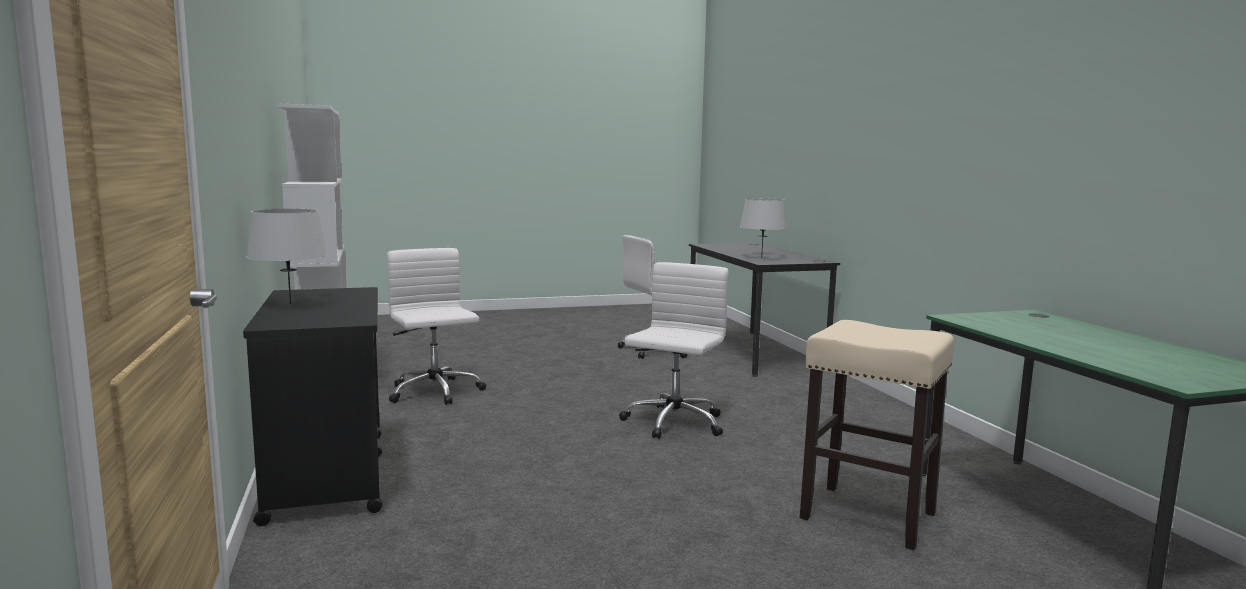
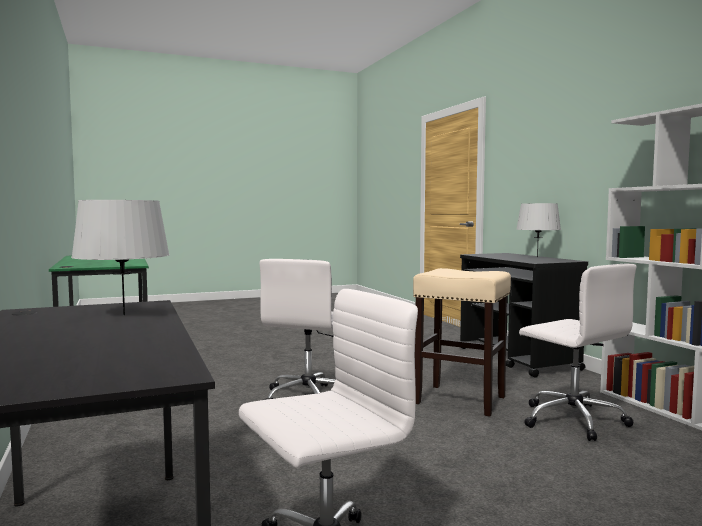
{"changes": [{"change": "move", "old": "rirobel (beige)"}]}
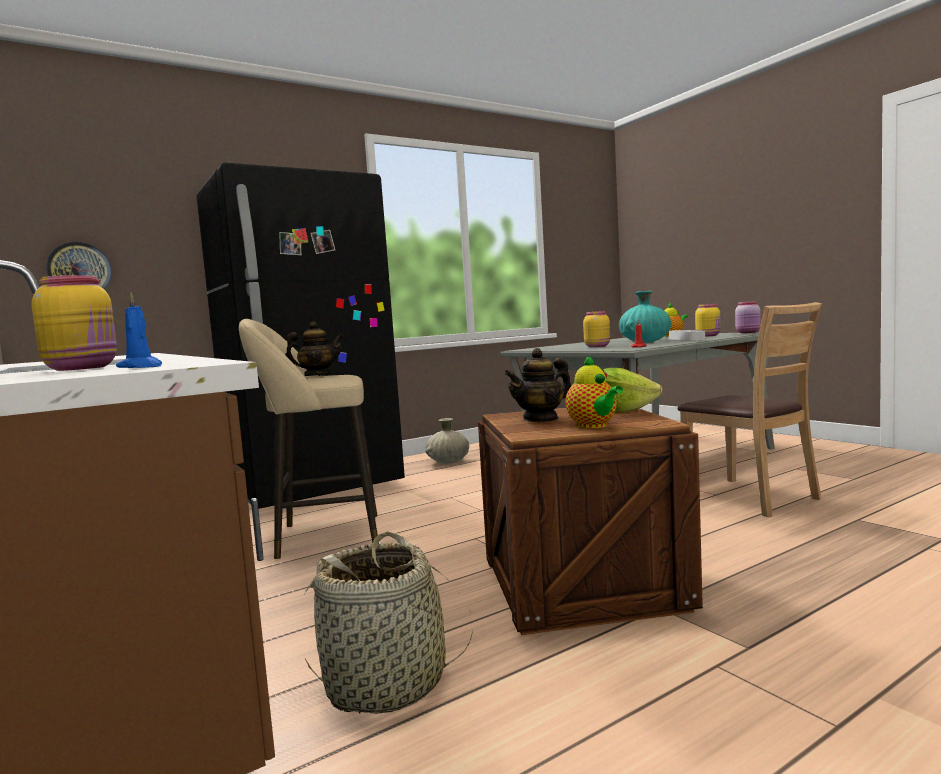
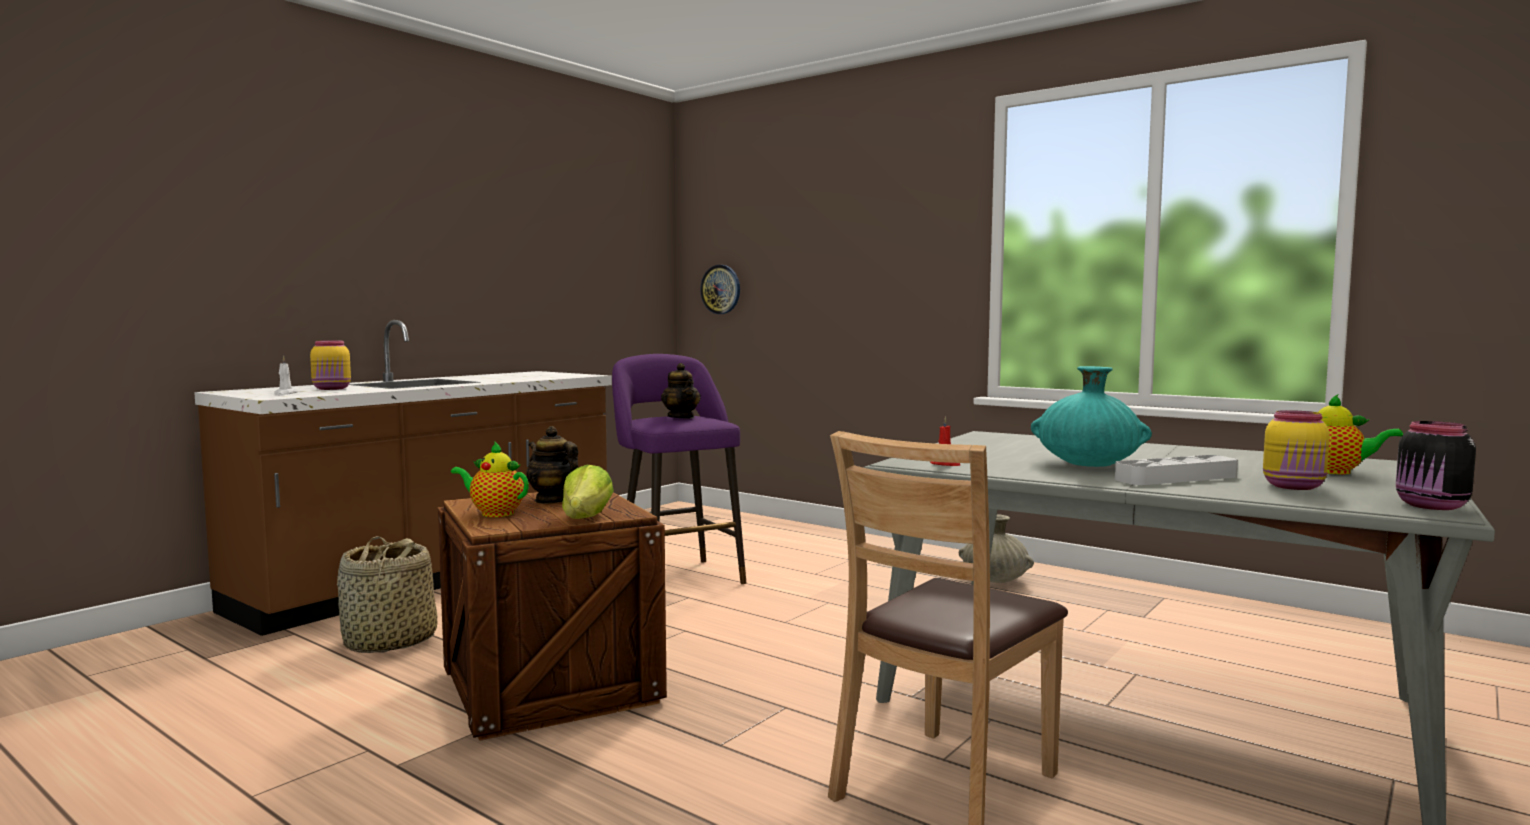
{"changes": [{"change": "recolor", "old": "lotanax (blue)", "new": "lotanax (white)"}, {"change": "rotate", "old": "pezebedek (3rd from left in the first image)", "degrees": 60}, {"change": "recolor", "old": "rirobel (beige)", "new": "rirobel (purple)"}, {"change": "recolor", "old": "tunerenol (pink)", "new": "tunerenol (black)"}, {"change": "delete", "old": "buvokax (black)"}, {"change": "delete", "old": "tunerenol (yellow) (2nd from left)"}]}
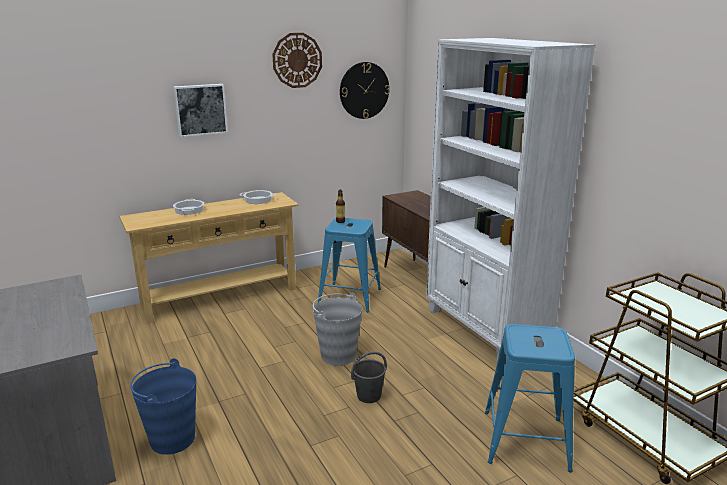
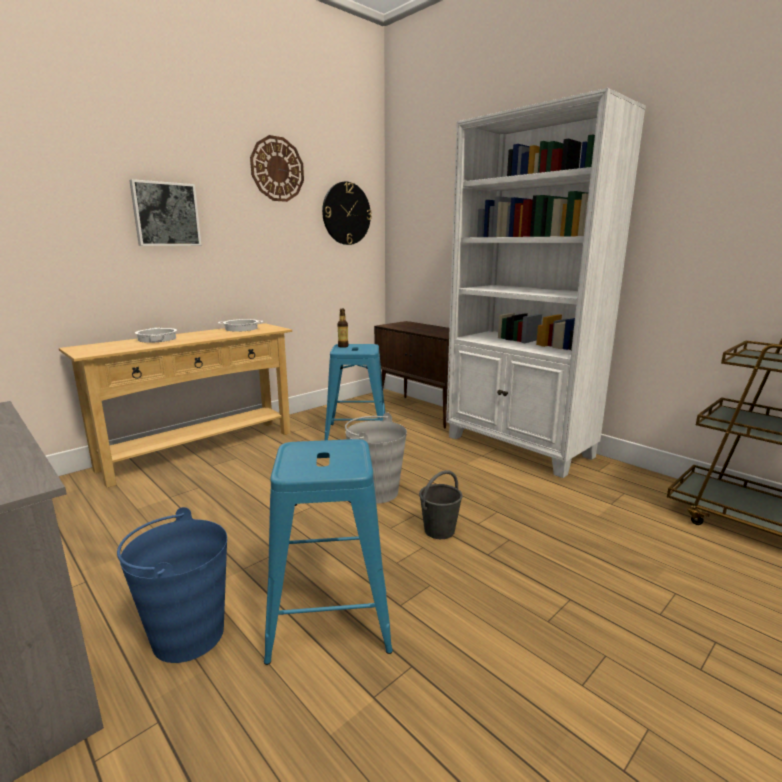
{"changes": [{"change": "move", "old": "rirobel (blue) (2nd from left in the first image)", "new": "rirobel (blue) (1st from left)"}]}
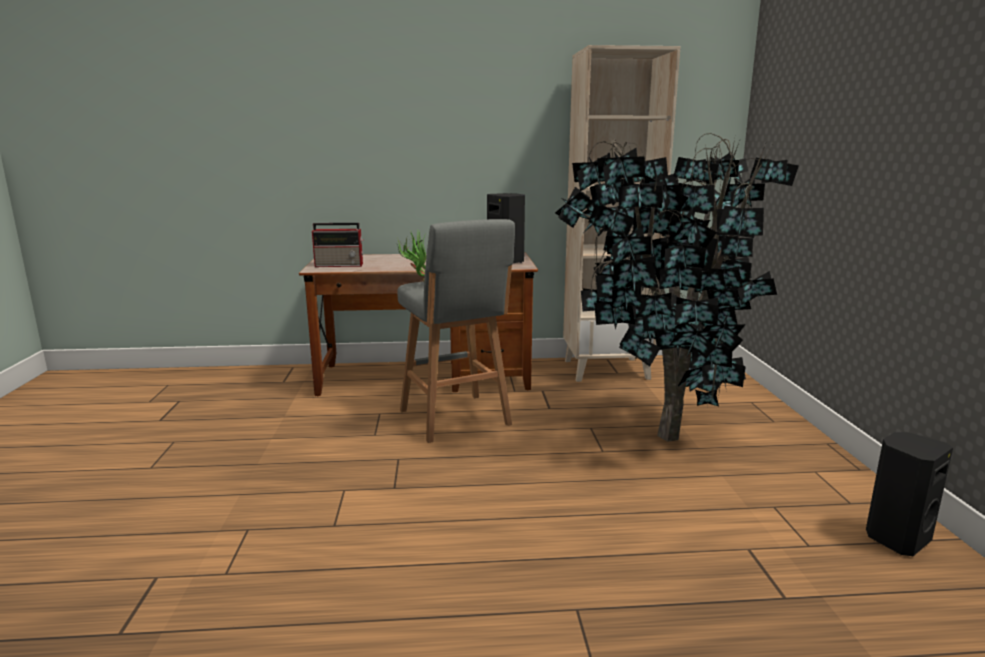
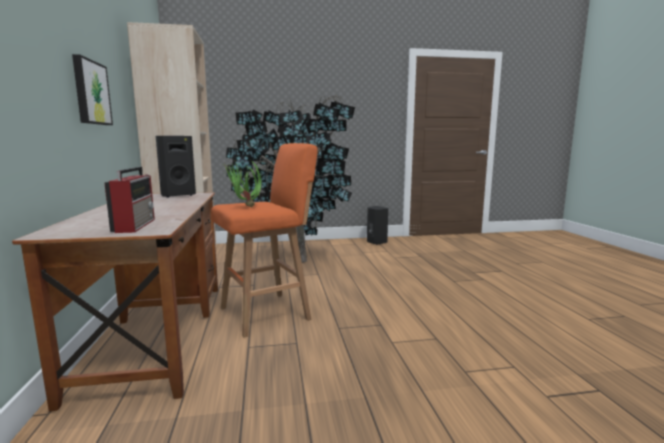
{"changes": [{"change": "insert", "new": "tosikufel"}, {"change": "recolor", "old": "rirobel (grey)", "new": "rirobel (orange)"}]}
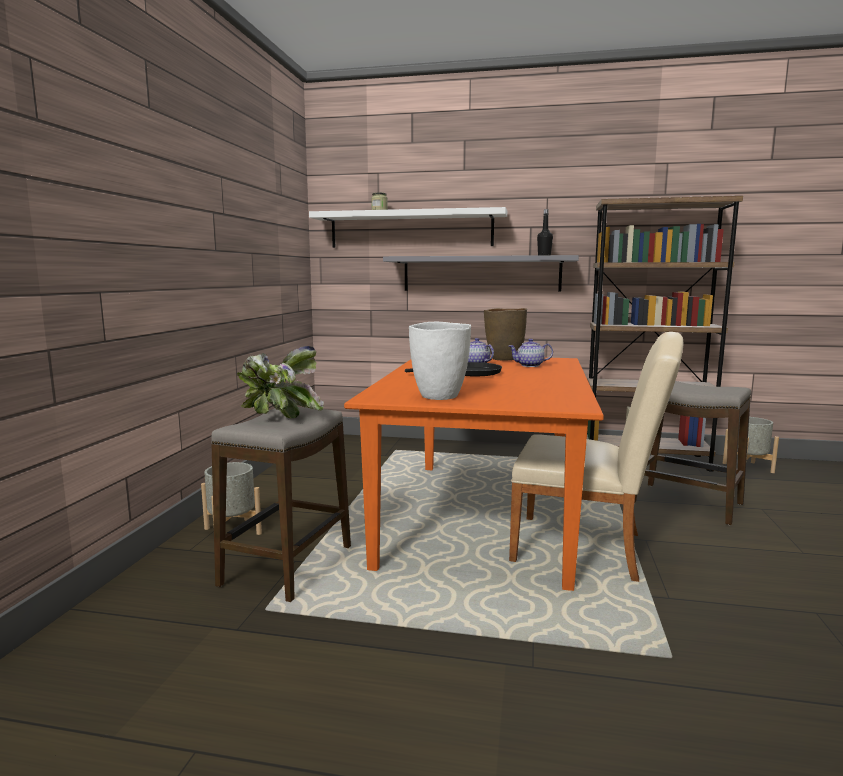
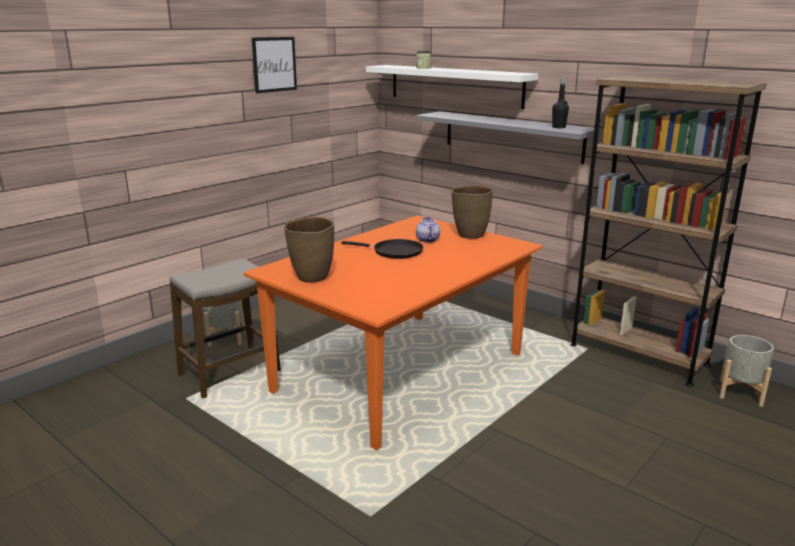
{"changes": [{"change": "insert", "new": "tosikufel"}, {"change": "recolor", "old": "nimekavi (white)", "new": "nimekavi (brown) (1st from left)"}, {"change": "delete", "old": "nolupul"}, {"change": "delete", "old": "pezebedek (2nd from left)"}, {"change": "delete", "old": "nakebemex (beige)"}, {"change": "delete", "old": "rirobel (2nd from left)"}]}
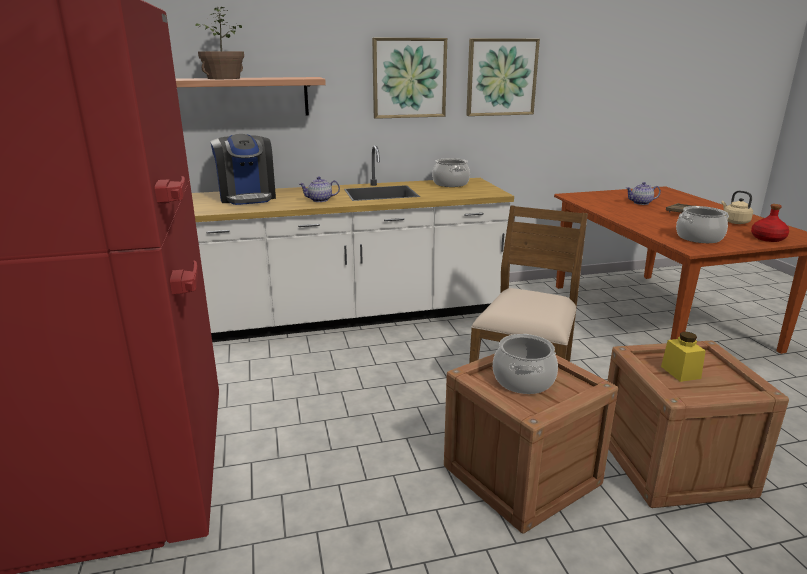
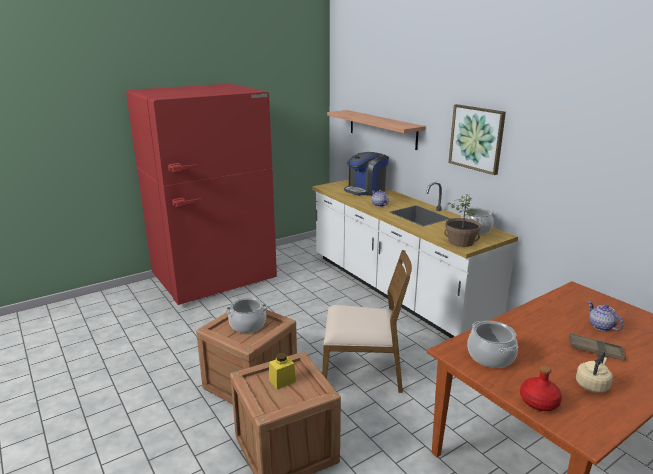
{"changes": [{"change": "move", "old": "nolupul"}, {"change": "delete", "old": "tosikufel (2nd from left)"}]}
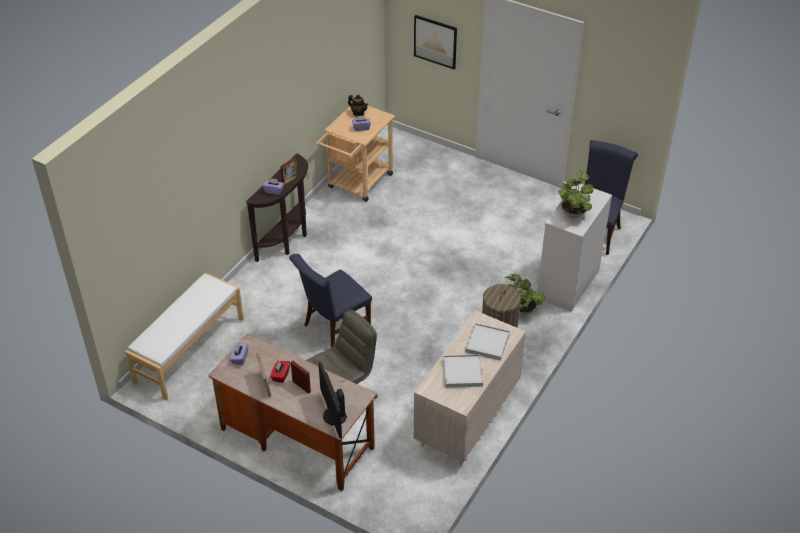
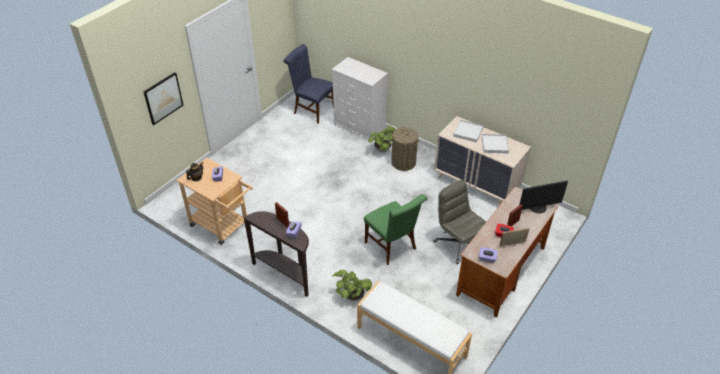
{"changes": [{"change": "move", "old": "nolupul (2nd from left in the first image)", "new": "nolupul (1st from left)"}, {"change": "recolor", "old": "nakebemex (blue) (1st from left)", "new": "nakebemex (green)"}]}
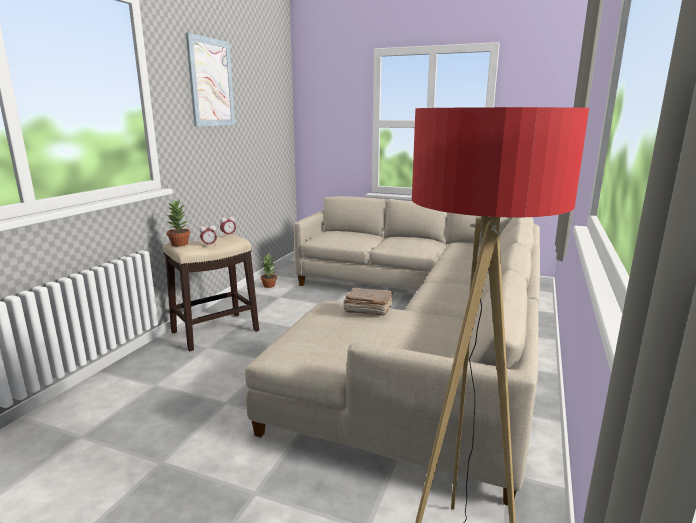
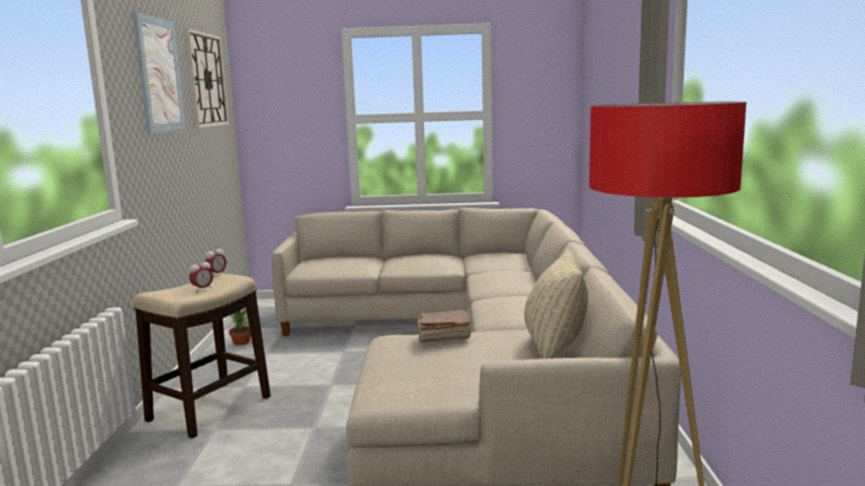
{"changes": [{"change": "insert", "new": "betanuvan"}, {"change": "insert", "new": "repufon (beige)"}, {"change": "delete", "old": "nolupul (1st from left)"}]}
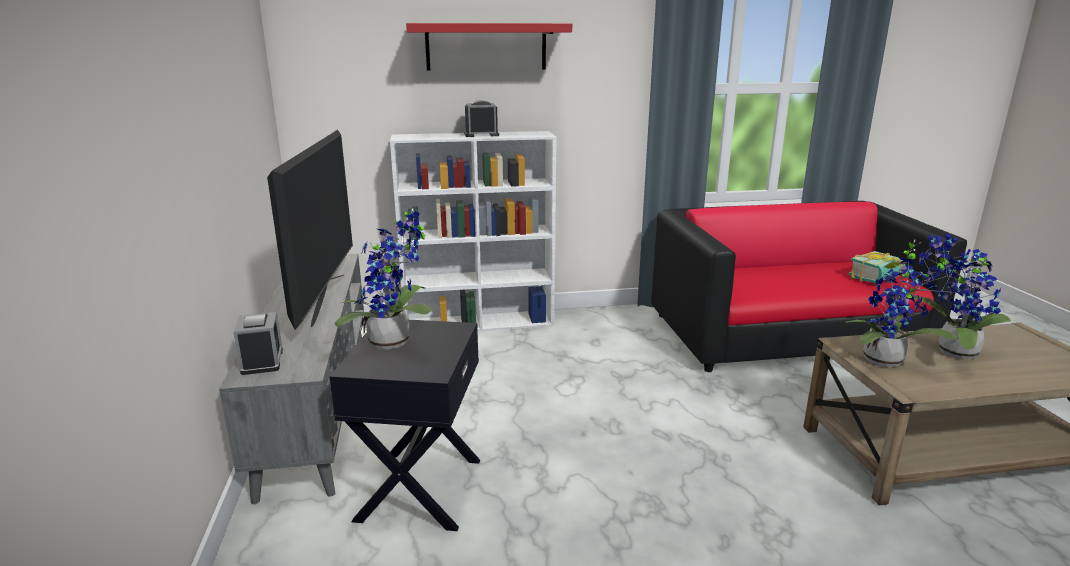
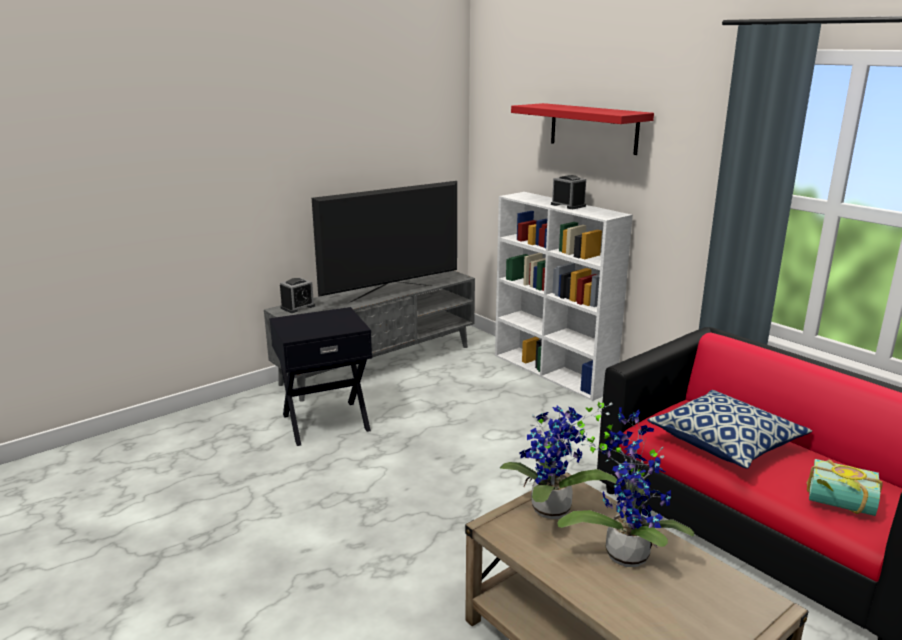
{"changes": [{"change": "insert", "new": "repufon"}, {"change": "delete", "old": "nolupul (1st from left)"}]}
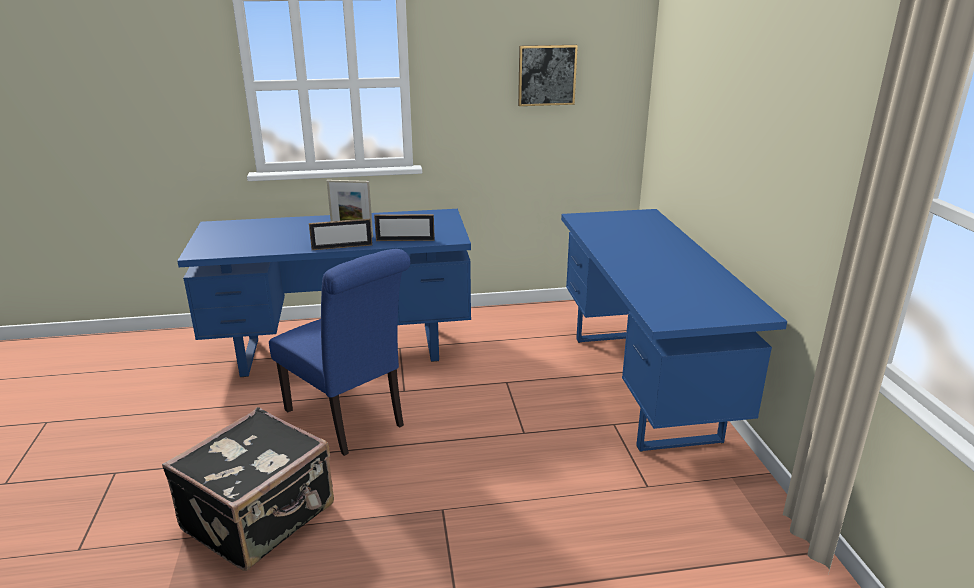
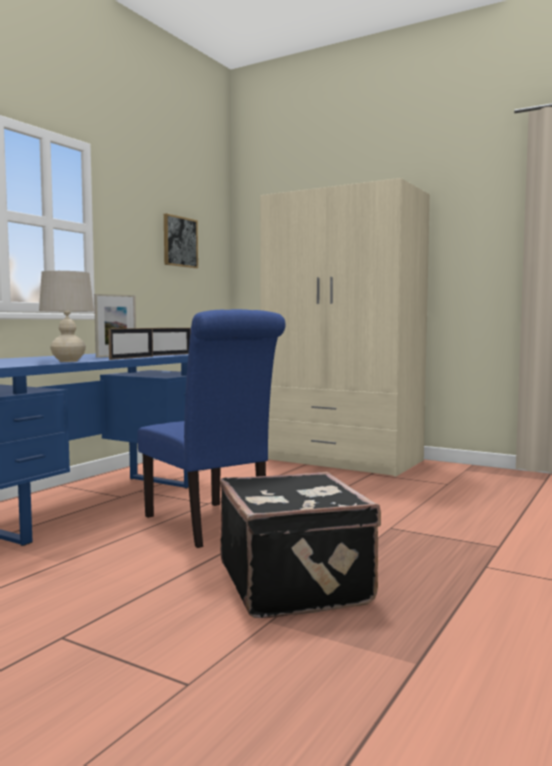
{"changes": [{"change": "insert", "new": "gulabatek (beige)"}, {"change": "rotate", "old": "nakebemex (blue)", "degrees": 60}, {"change": "replace", "old": "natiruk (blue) (2nd from left)", "new": "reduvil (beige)"}]}
